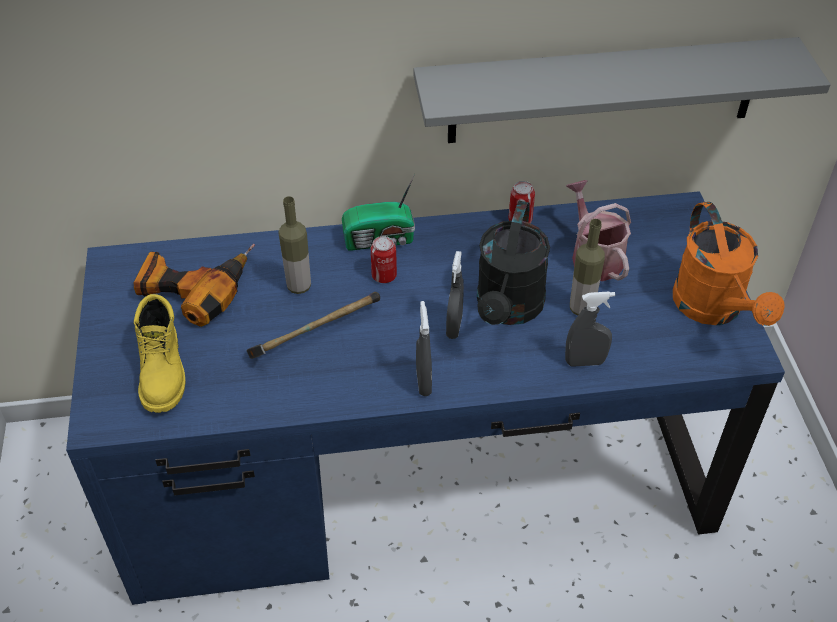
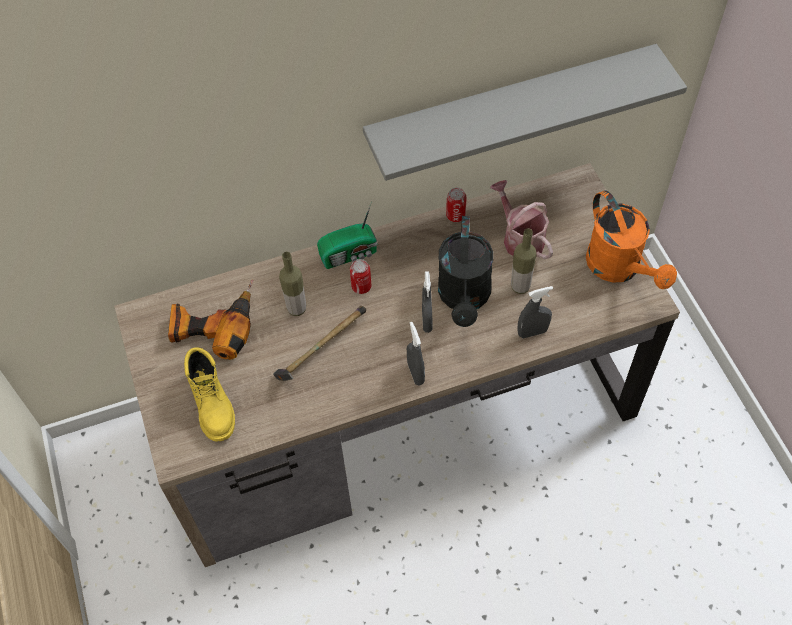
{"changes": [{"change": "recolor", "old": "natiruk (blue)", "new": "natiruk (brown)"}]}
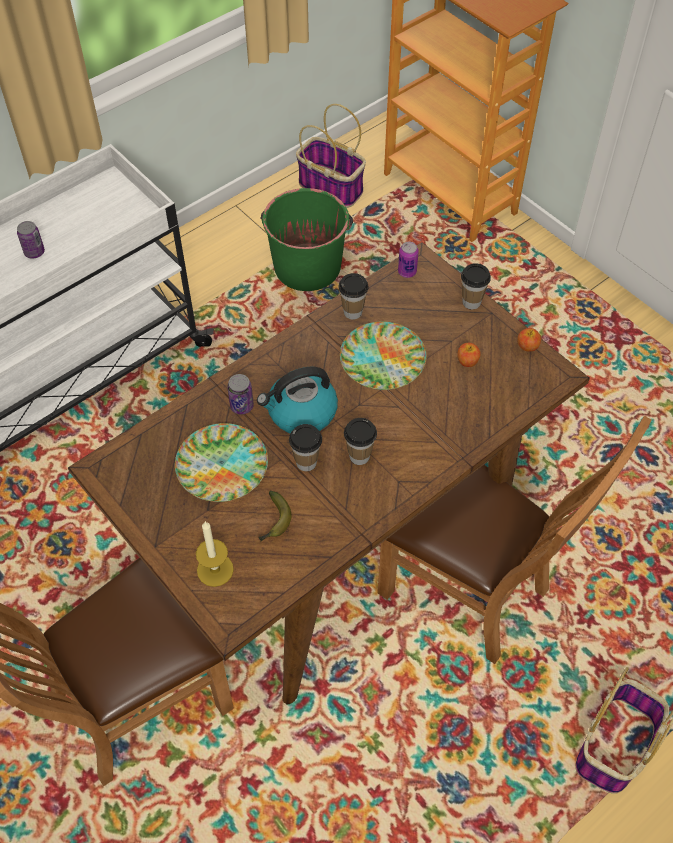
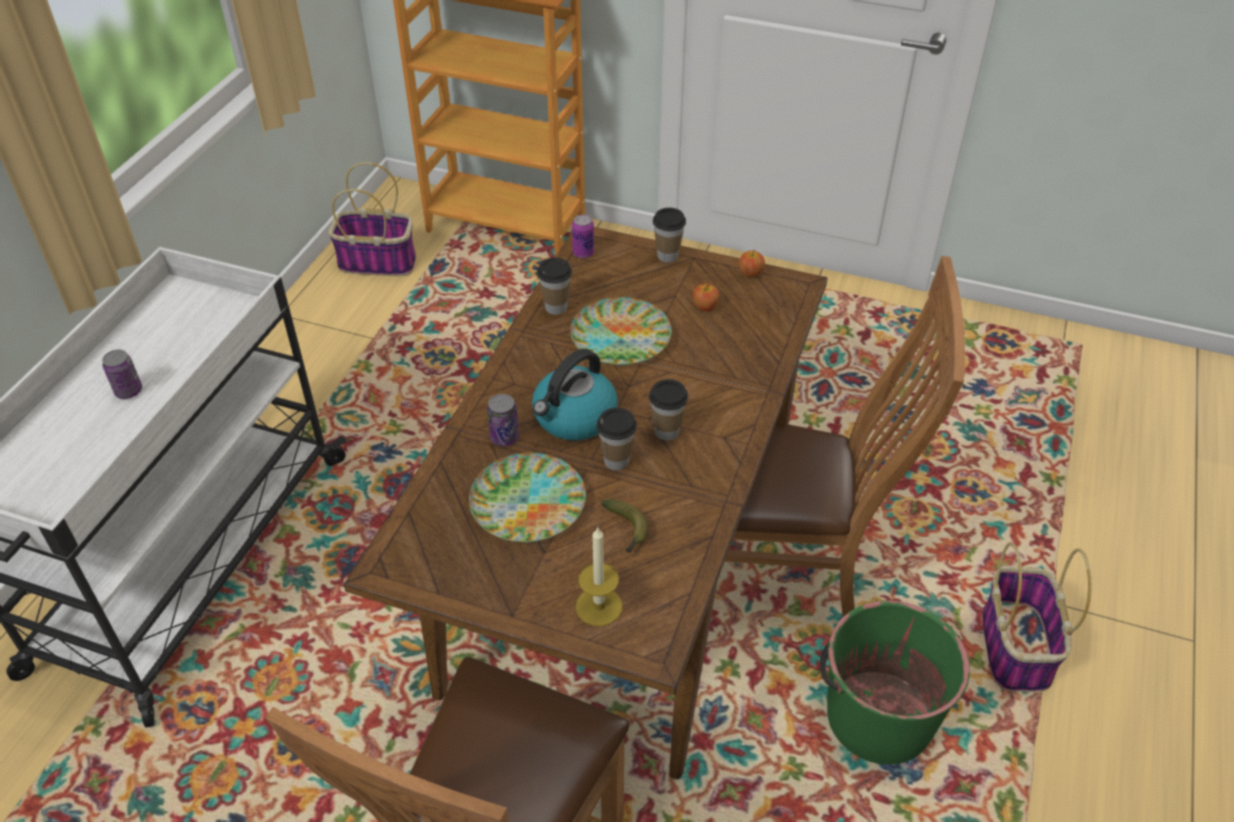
{"changes": [{"change": "move", "old": "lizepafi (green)"}]}
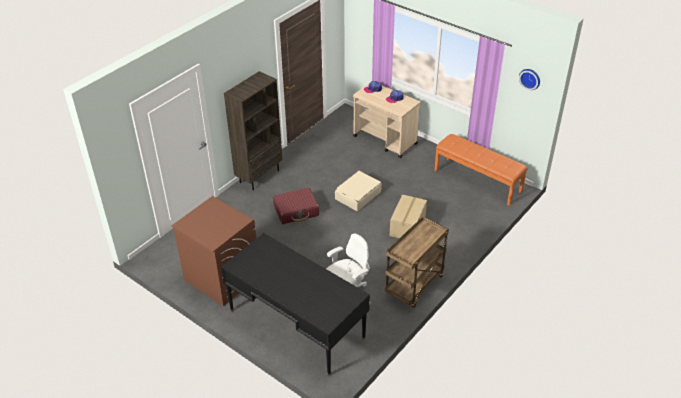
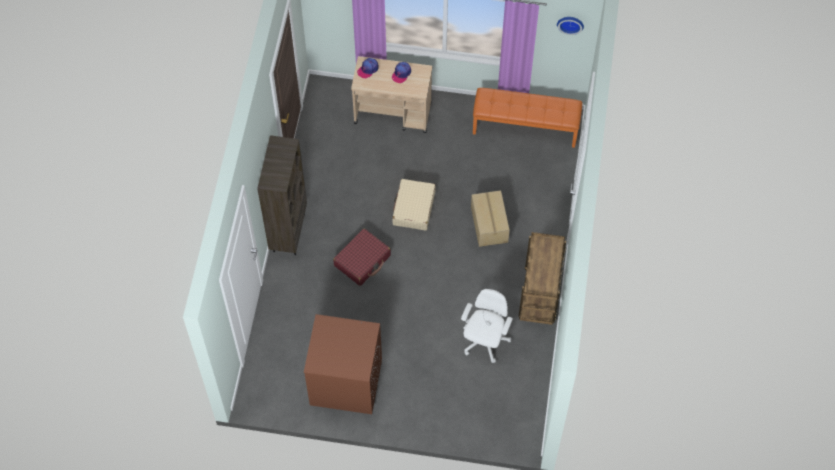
{"changes": [{"change": "delete", "old": "natiruk (black)"}]}
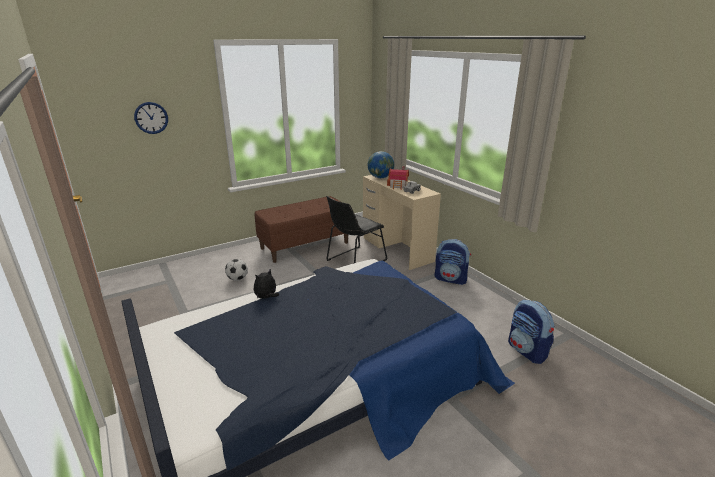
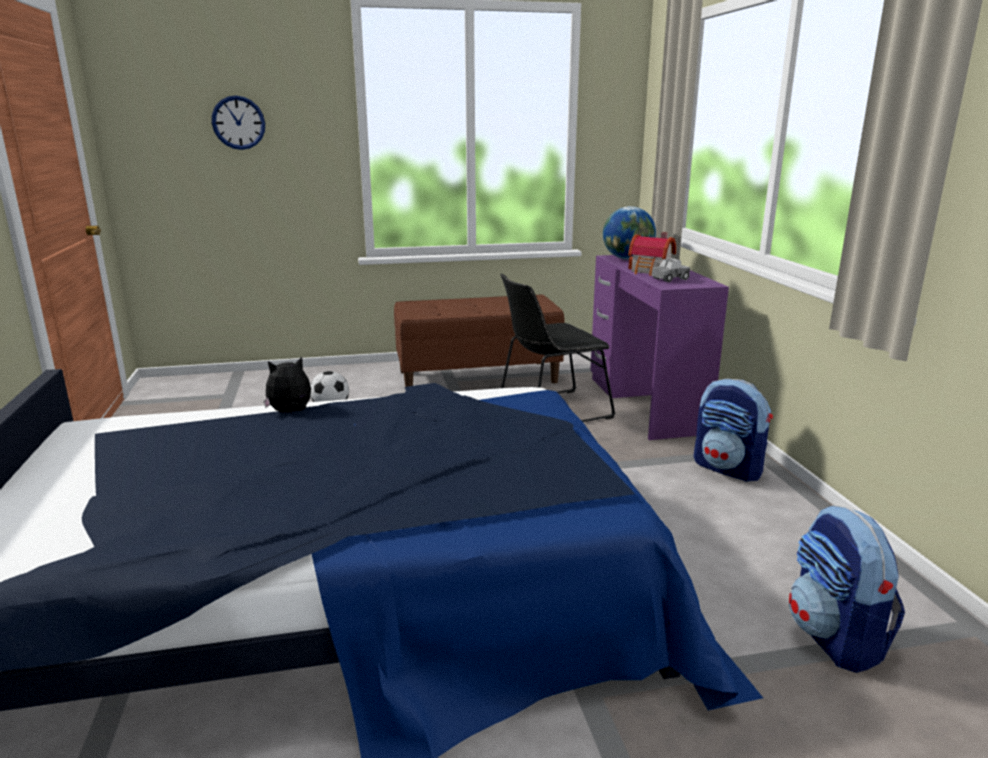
{"changes": [{"change": "recolor", "old": "natiruk (beige)", "new": "natiruk (purple)"}]}
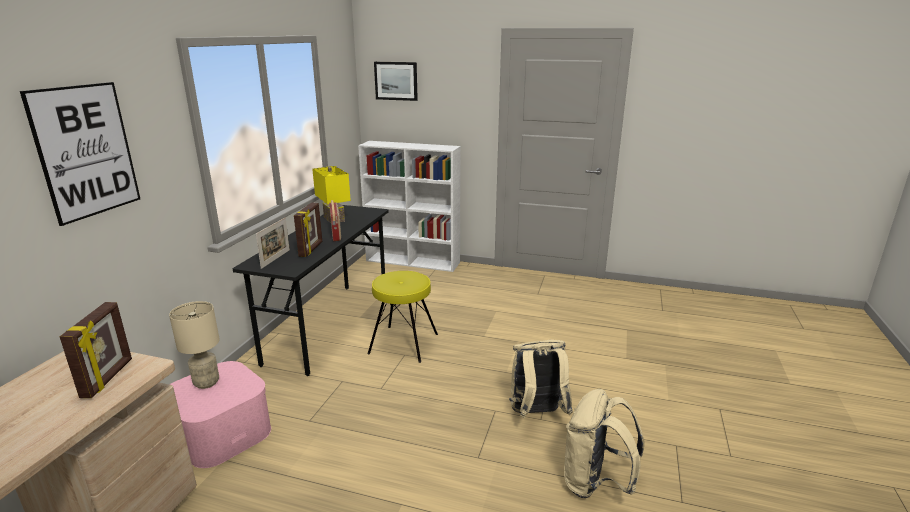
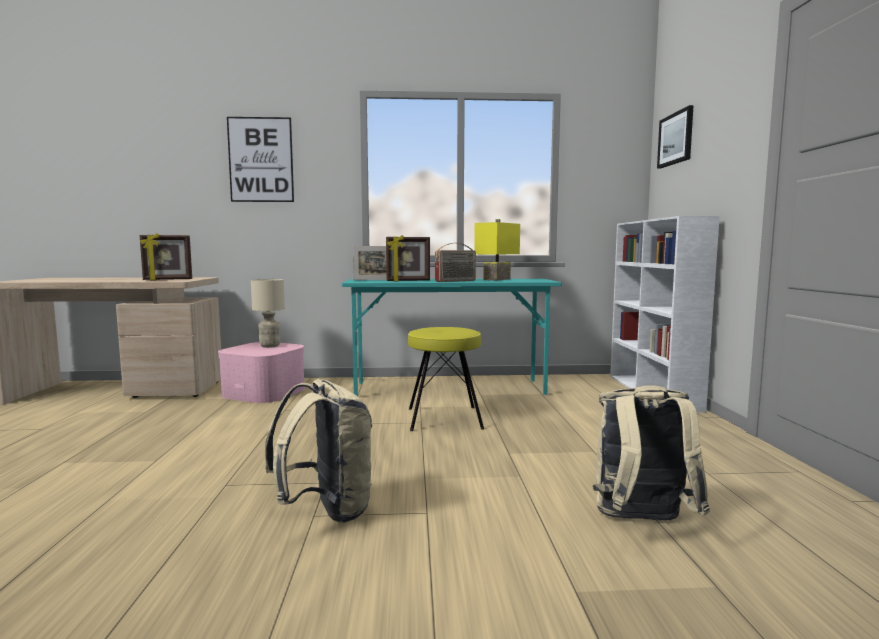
{"changes": [{"change": "recolor", "old": "natiruk (black)", "new": "natiruk (turquoise)"}, {"change": "move", "old": "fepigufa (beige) (2nd from left)"}]}
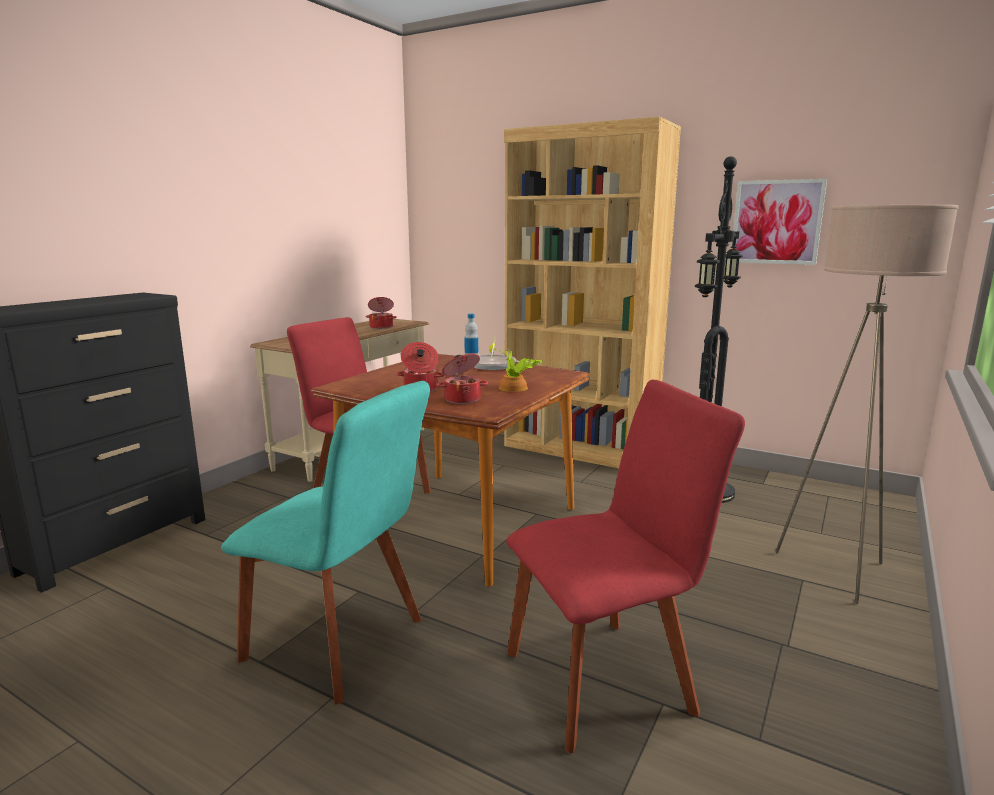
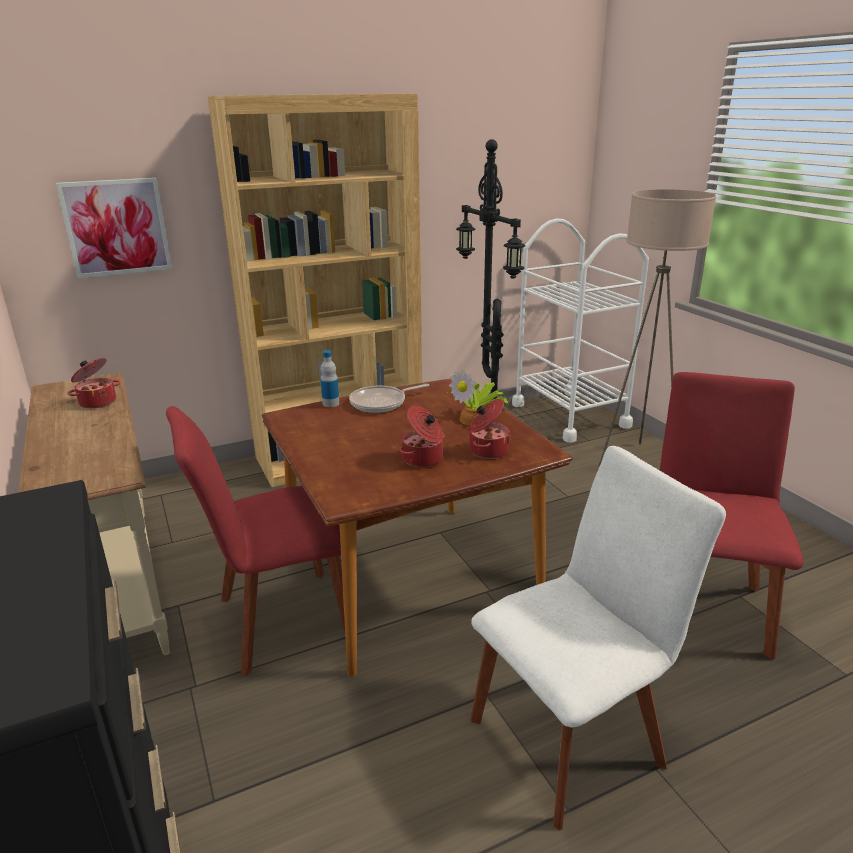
{"changes": [{"change": "move", "old": "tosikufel"}, {"change": "recolor", "old": "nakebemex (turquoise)", "new": "nakebemex (white)"}, {"change": "insert", "new": "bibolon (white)"}]}
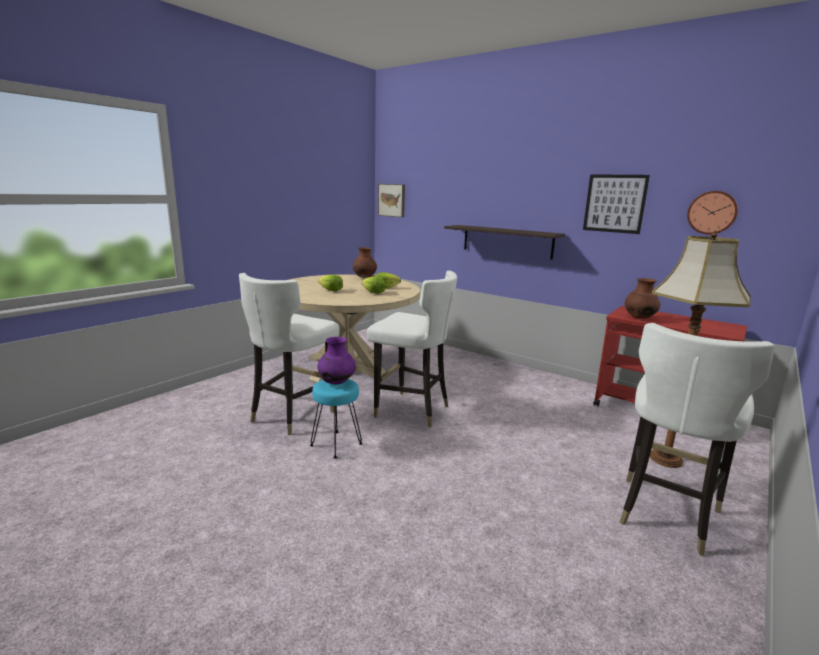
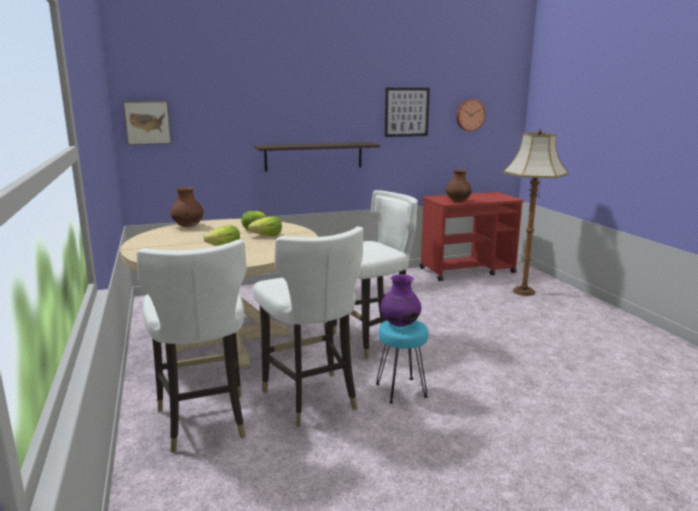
{"changes": [{"change": "move", "old": "nakebemex (white) (3rd from left in the first image)", "new": "nakebemex (white) (1st from left)"}]}
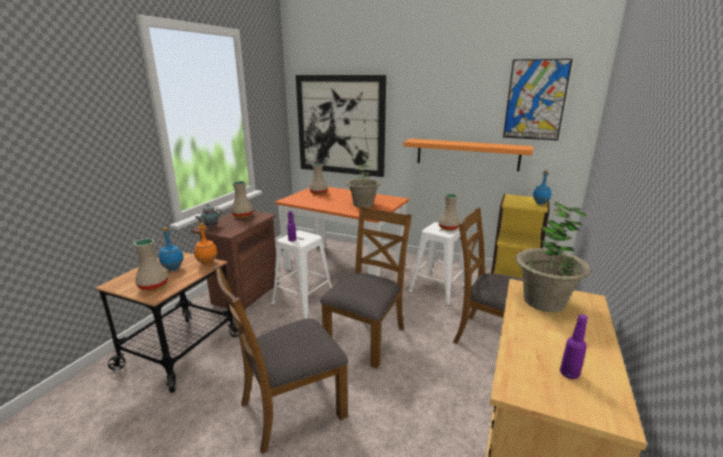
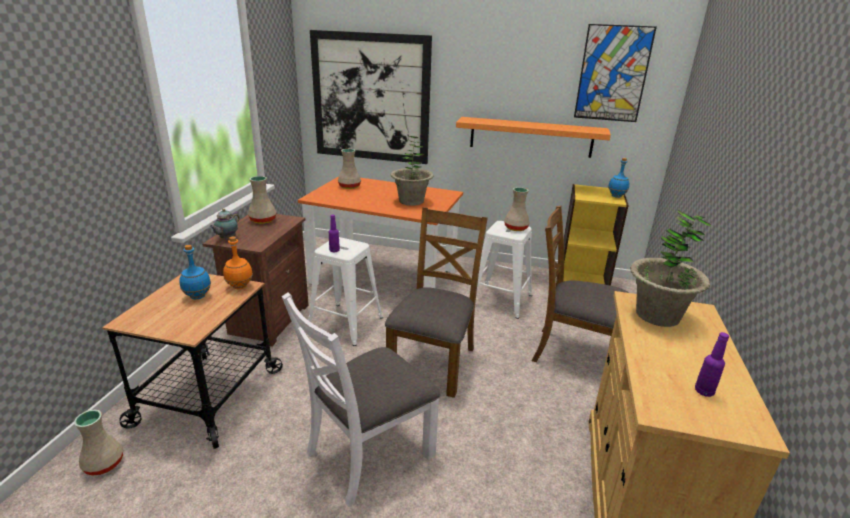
{"changes": [{"change": "move", "old": "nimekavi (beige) (1st from left)"}, {"change": "recolor", "old": "nakebemex (brown) (1st from left)", "new": "nakebemex (white)"}]}
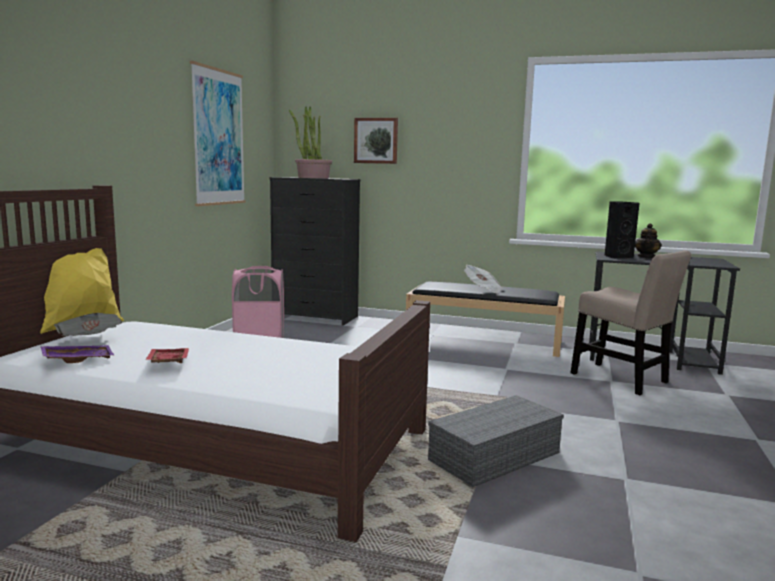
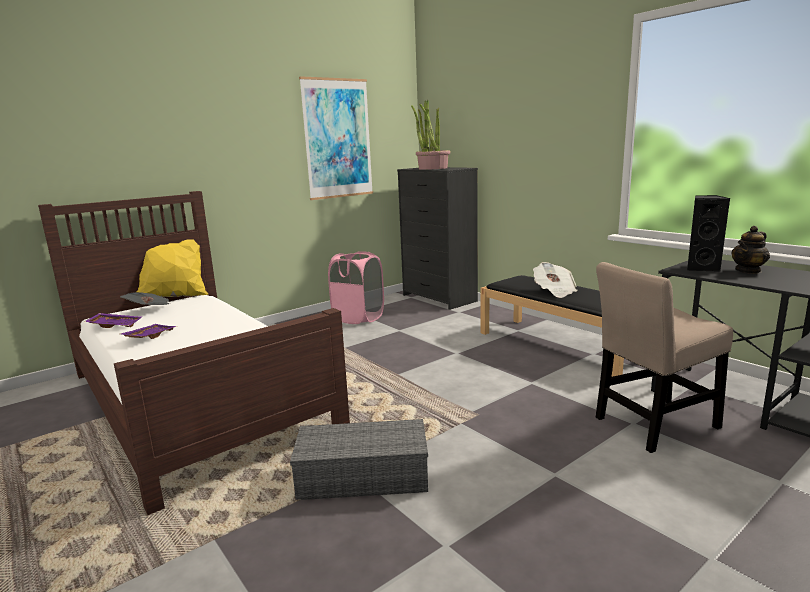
{"changes": [{"change": "recolor", "old": "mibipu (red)", "new": "mibipu (purple) (2nd from left)"}, {"change": "rotate", "old": "nakebemex (beige)", "degrees": 75}, {"change": "delete", "old": "tosikufel (2nd from left)"}]}
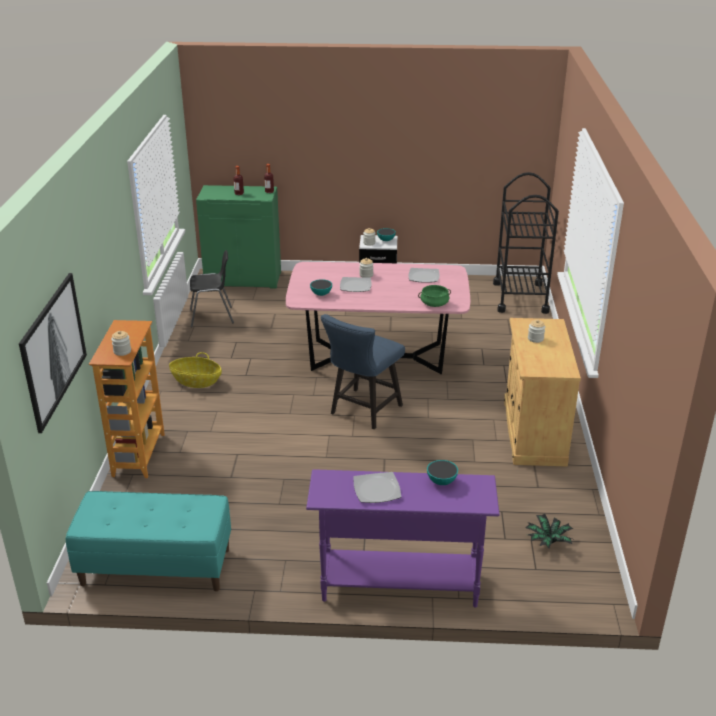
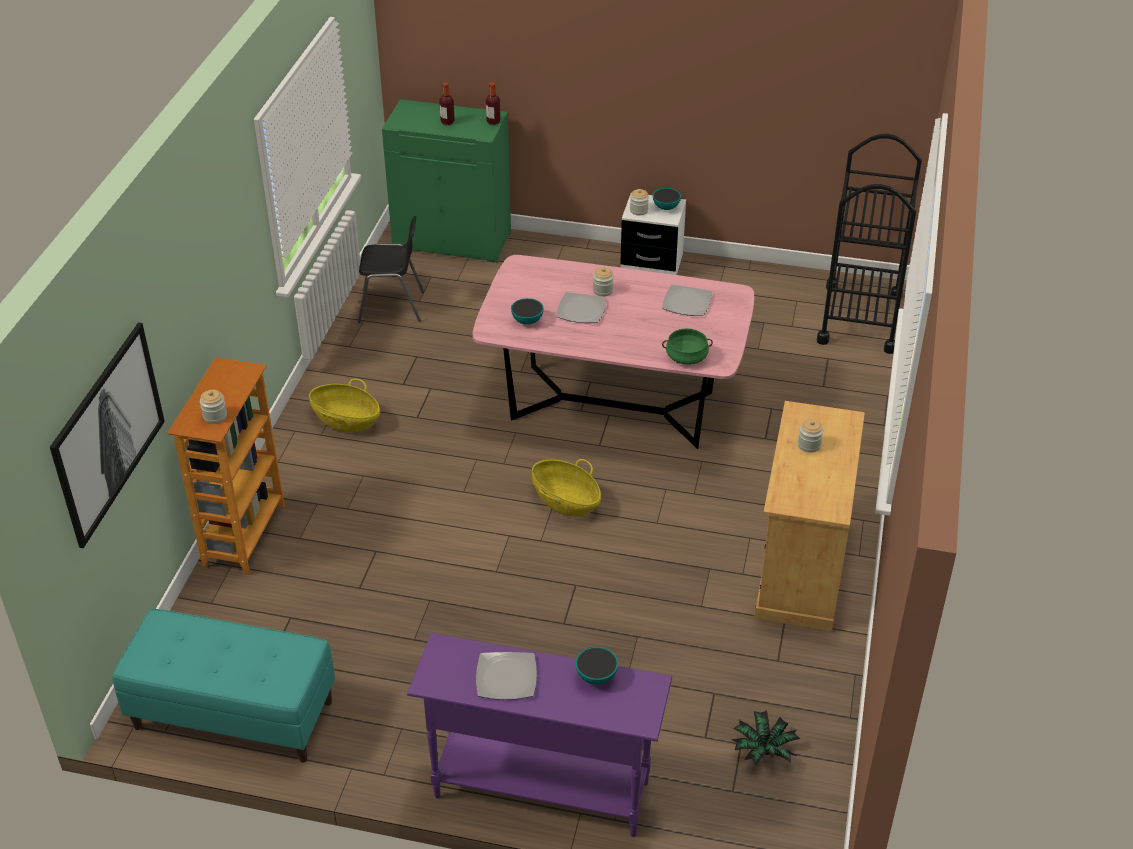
{"changes": [{"change": "replace", "old": "nakebemex (blue)", "new": "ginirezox (2nd from left)"}]}
